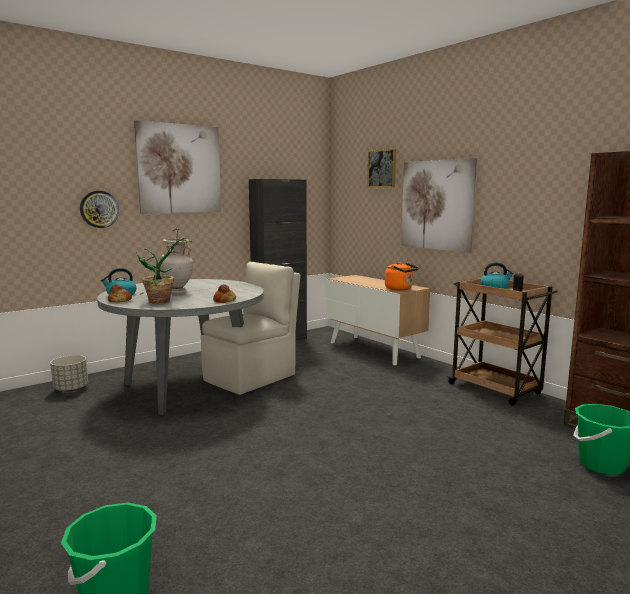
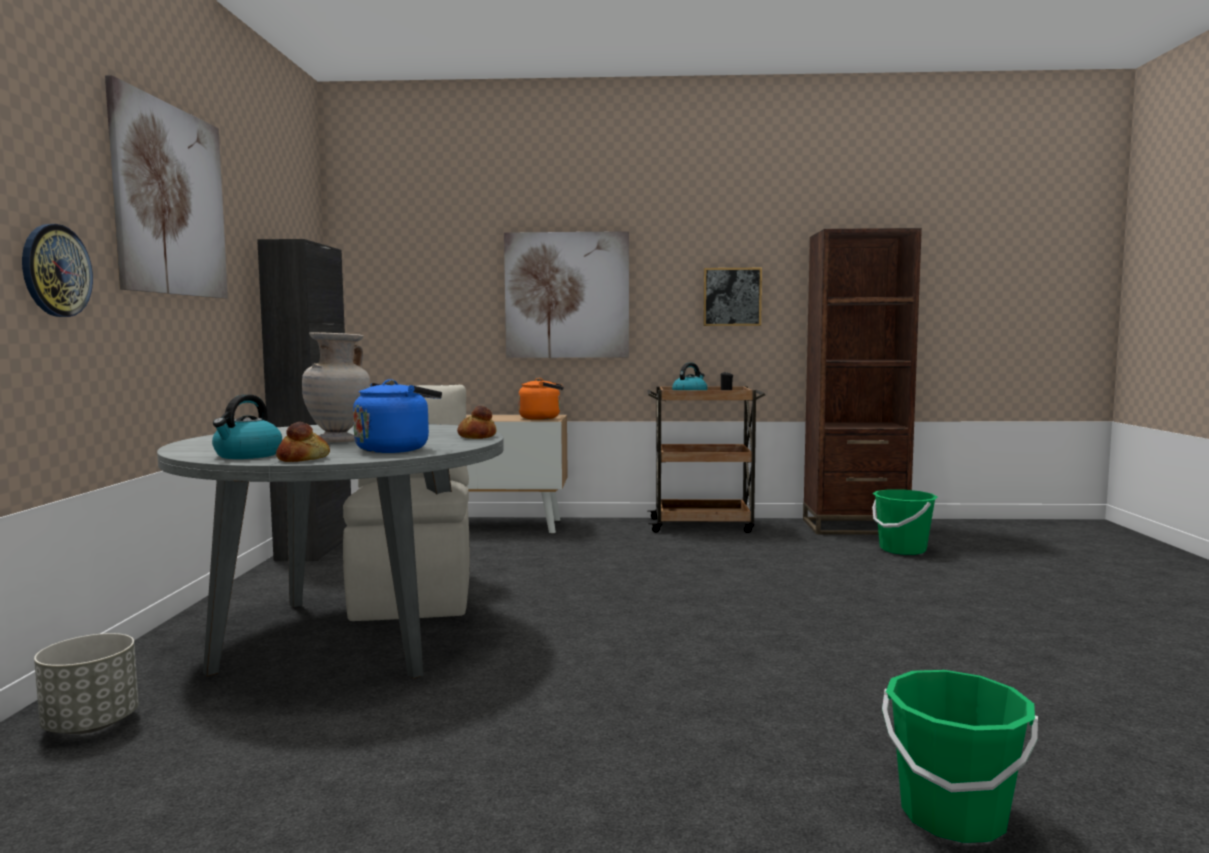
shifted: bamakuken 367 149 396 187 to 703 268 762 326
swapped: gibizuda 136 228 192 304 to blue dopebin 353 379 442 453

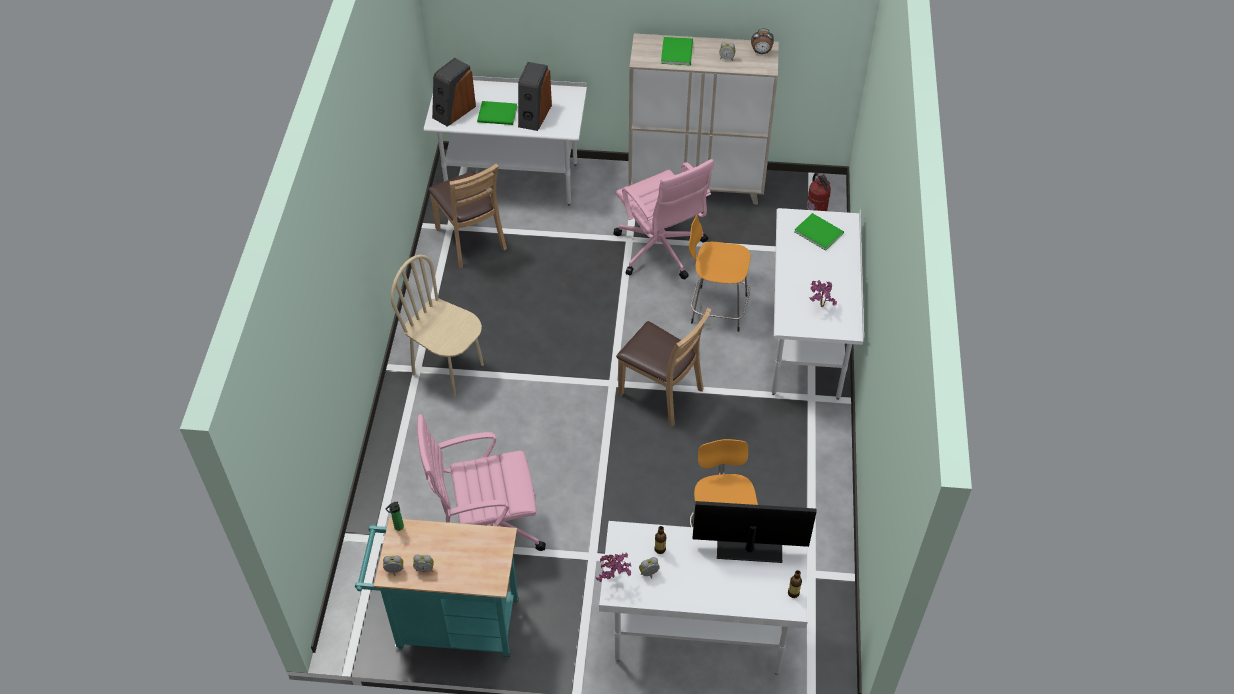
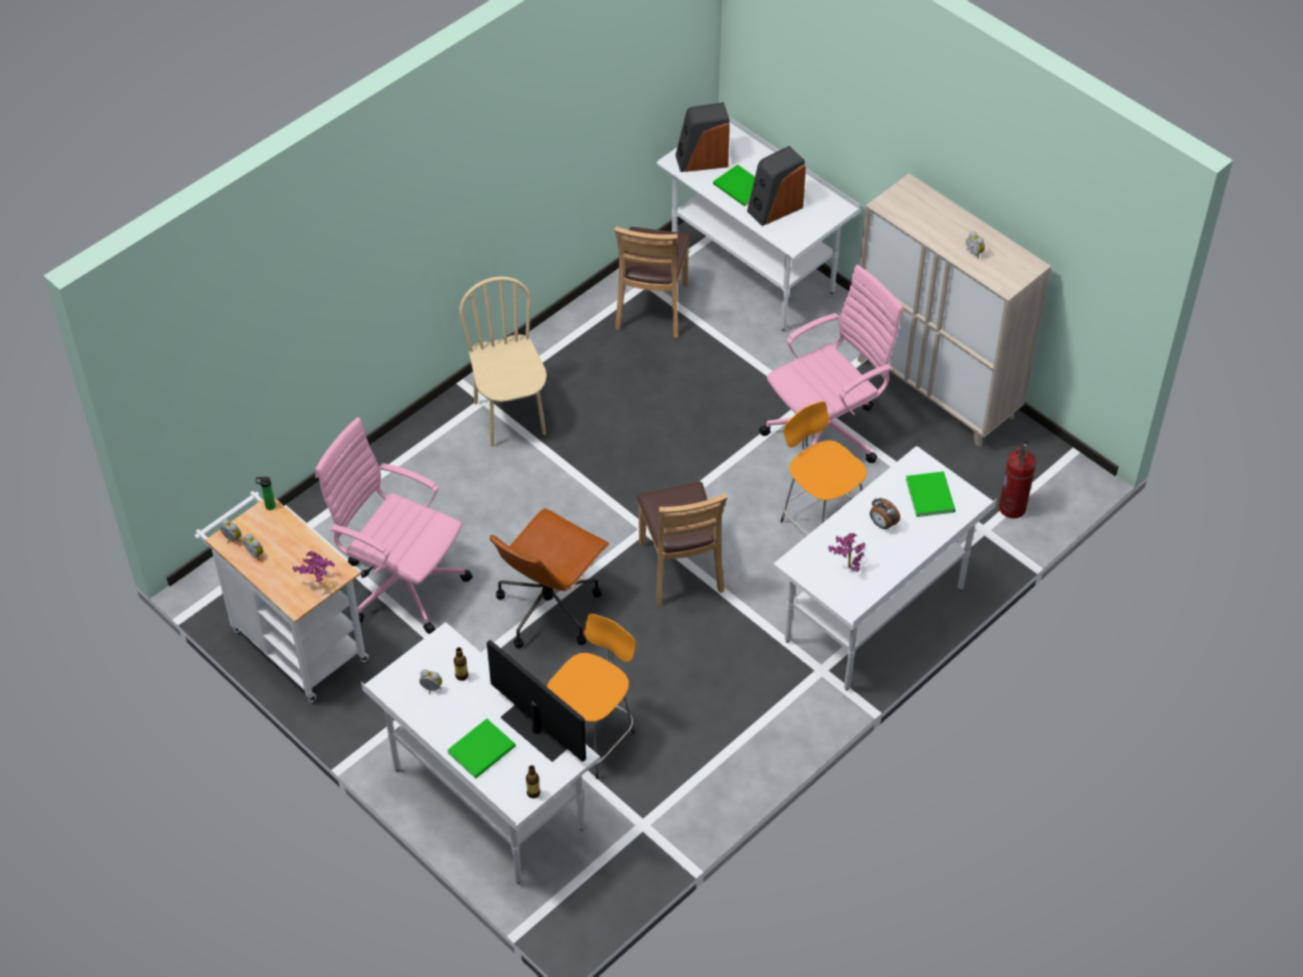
new: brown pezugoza 490 508 609 648
shifted: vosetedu 751 28 774 54 to 870 498 900 529; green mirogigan 661 37 693 65 to 447 719 516 779; gibizuda 596 553 631 582 to 293 551 335 582
repainted: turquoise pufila 355 518 519 659 to white pufila 195 491 369 702
rotated: pink pezugoza 614 159 714 279 = 759 265 903 463 135 degrees counterclockwise

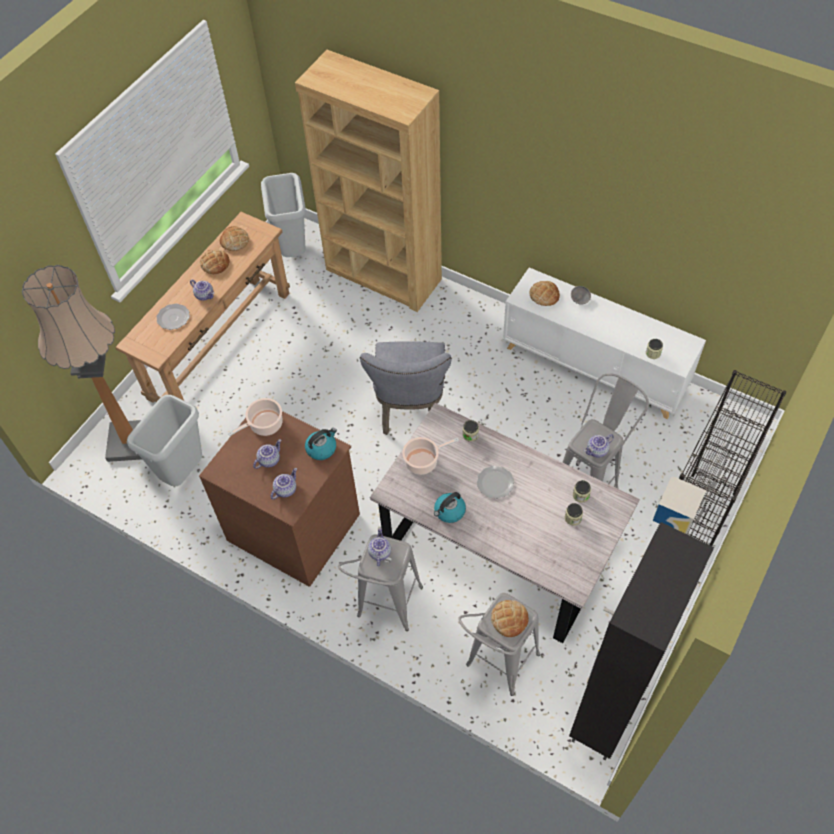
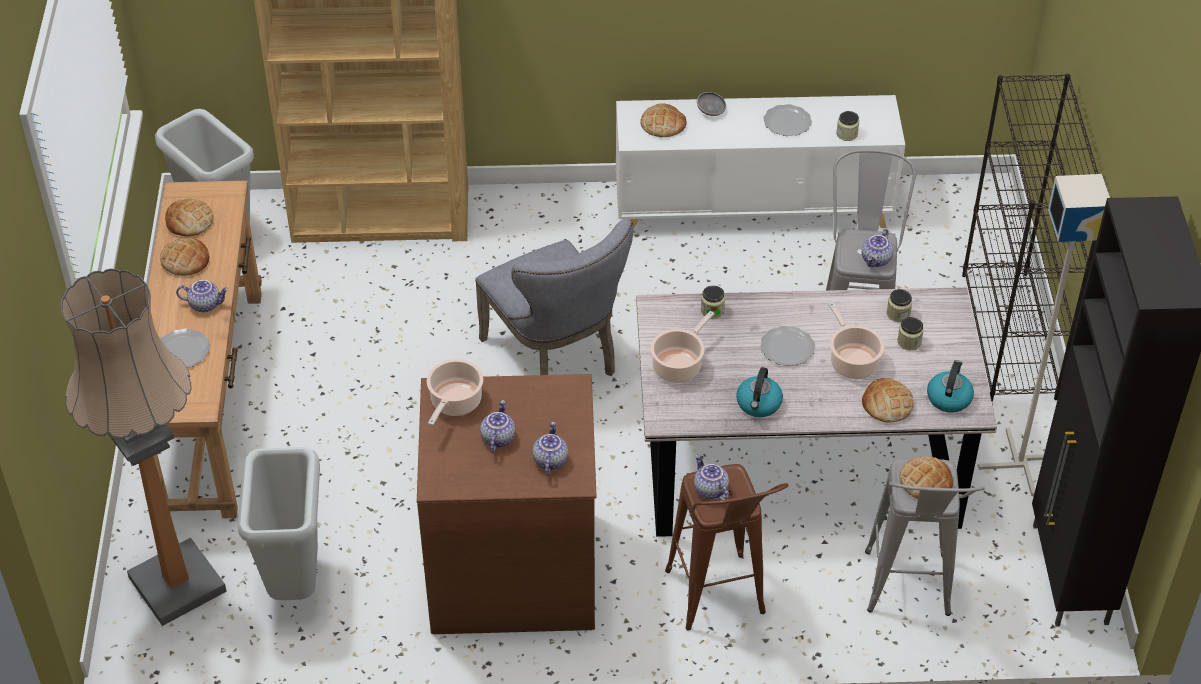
new: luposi 763 104 812 136; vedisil 828 302 884 379; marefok 862 378 914 423
shifted: dopebin 305 428 337 460 to 927 360 974 413
repainted: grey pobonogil 338 534 423 631 to brown pobonogil 665 464 789 631

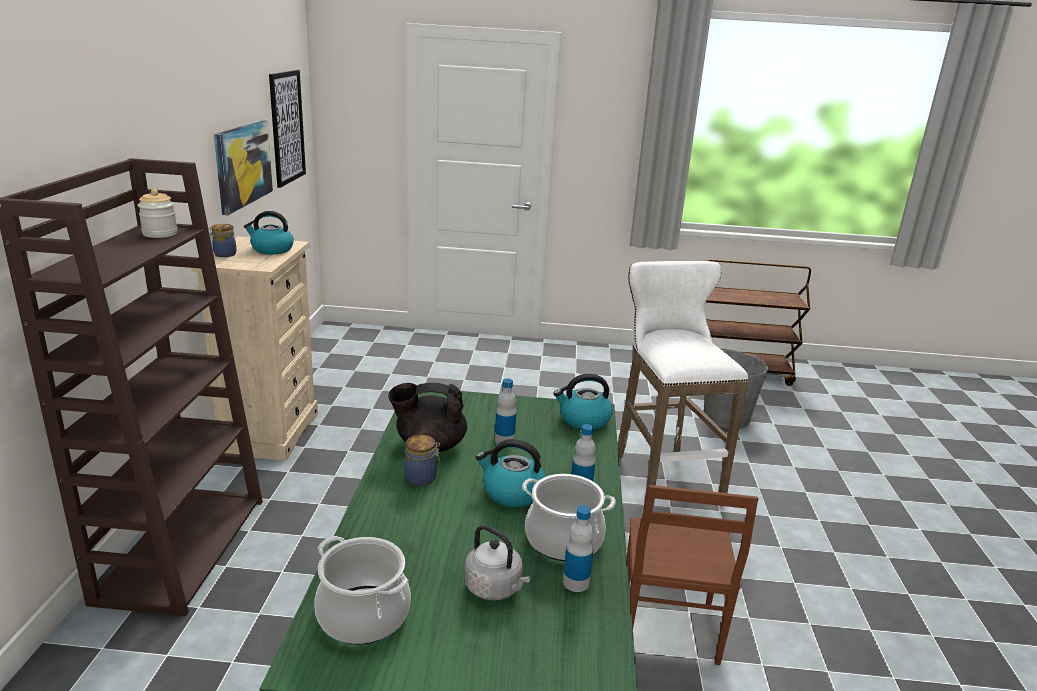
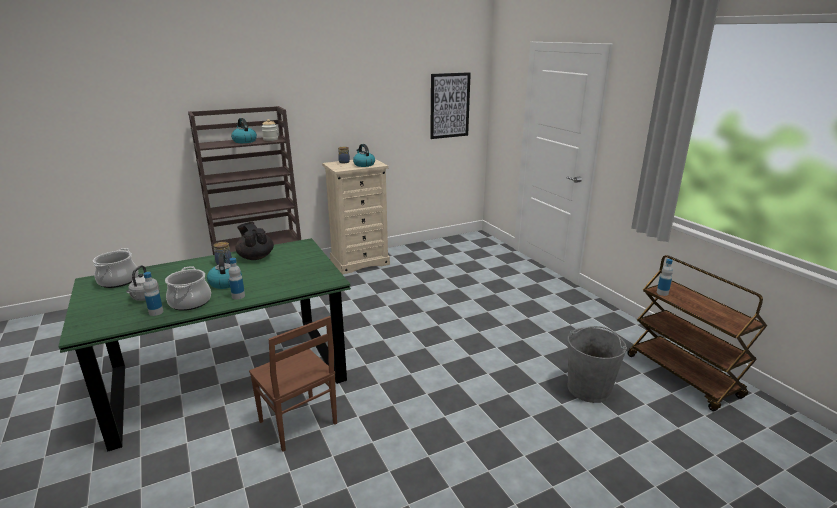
gone: bamakuken 214 120 273 215; white pobonogil 618 261 749 506
shifted: dopebin 553 374 613 429 to 231 118 257 143; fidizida 495 378 516 444 to 657 259 673 296
rotated: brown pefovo 627 485 758 665 = 249 316 337 452 105 degrees counterclockwise

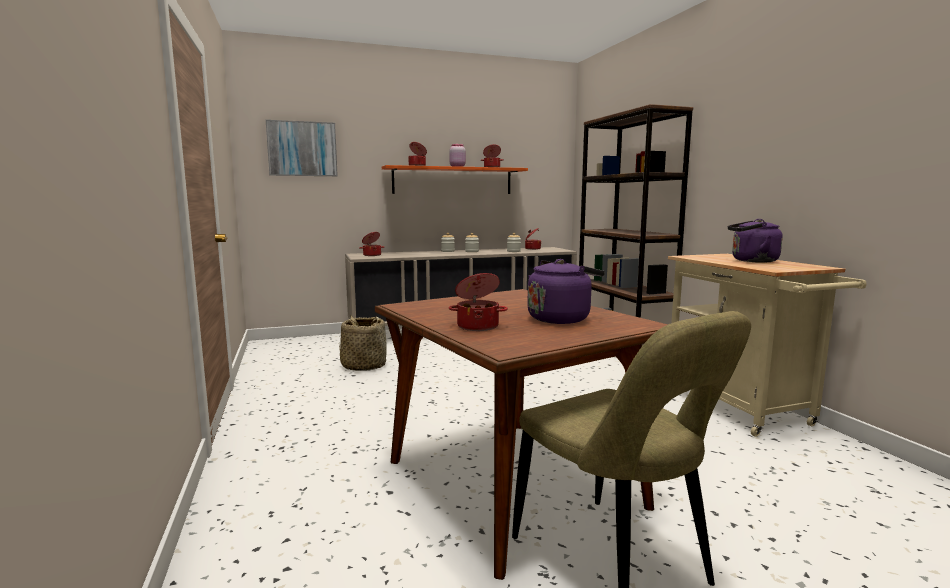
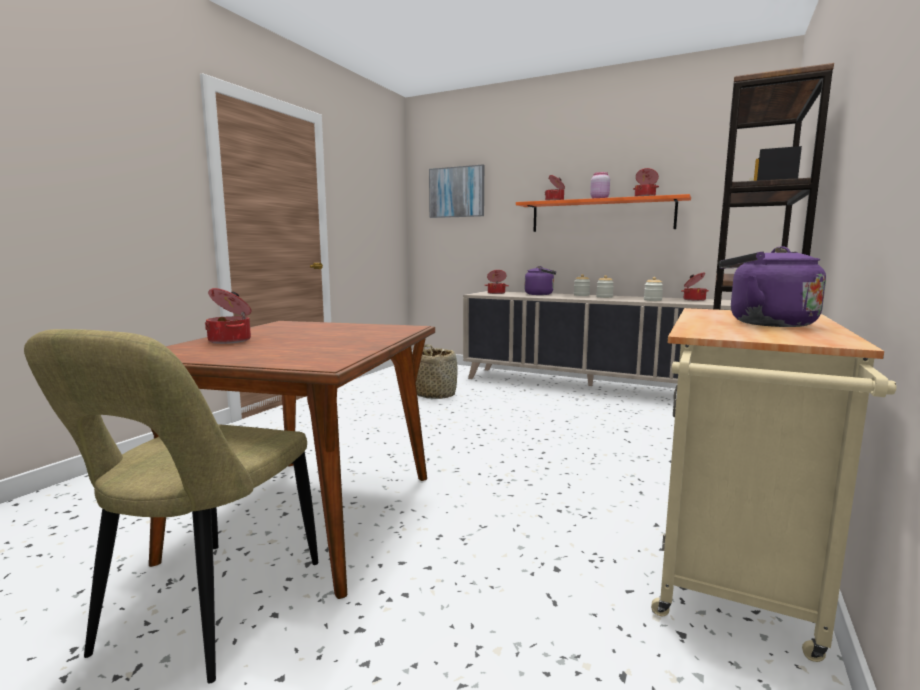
shifted: purple dopebin 527 259 605 324 to 525 266 556 295

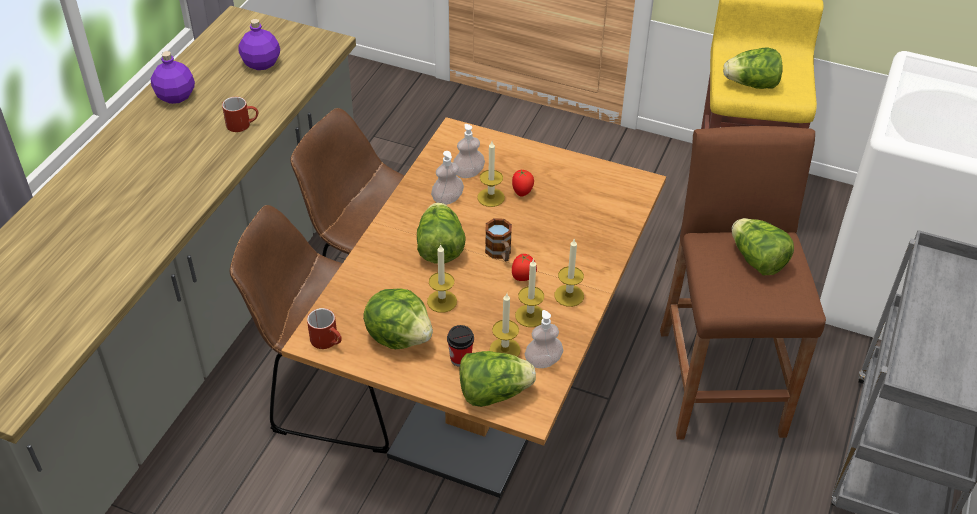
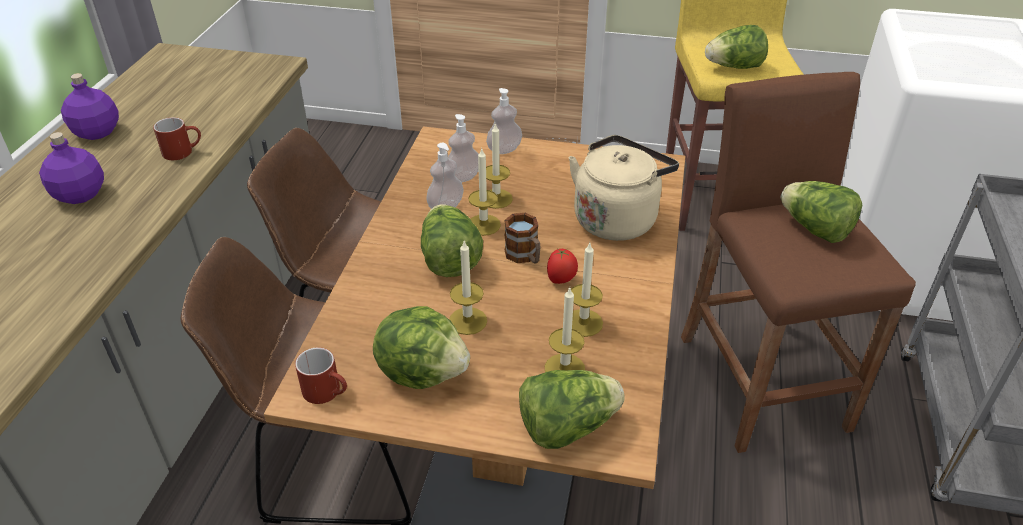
gone: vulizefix 512 170 534 197; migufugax 447 325 474 367
new: beige dopebin 569 135 679 241
shifted: purple fidizida 238 19 280 70 to 39 132 104 204; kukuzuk 555 238 584 307 to 468 149 501 236; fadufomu 525 310 564 368 to 486 88 522 154

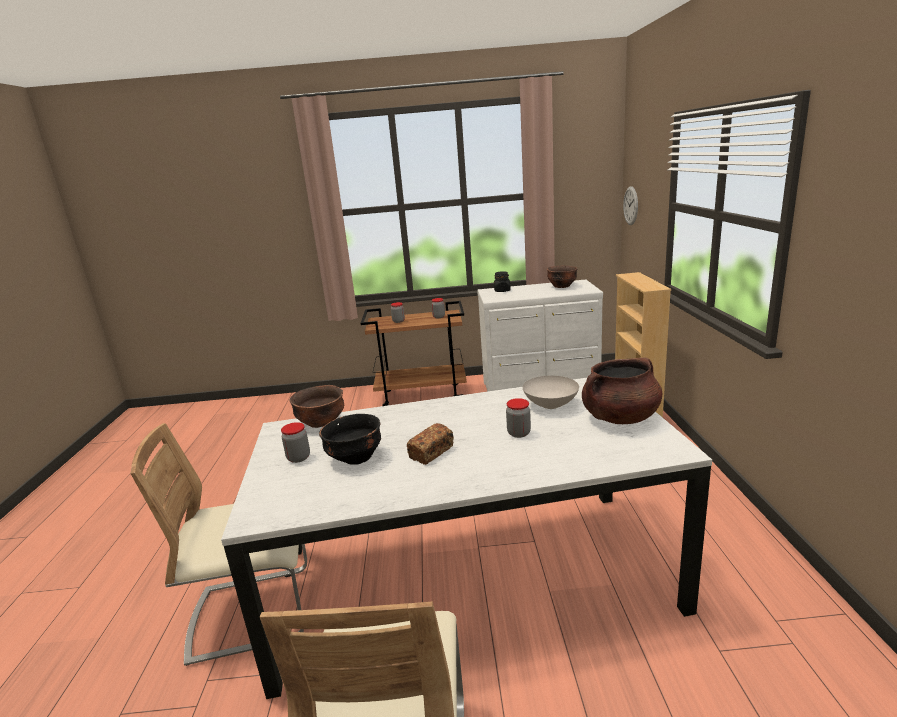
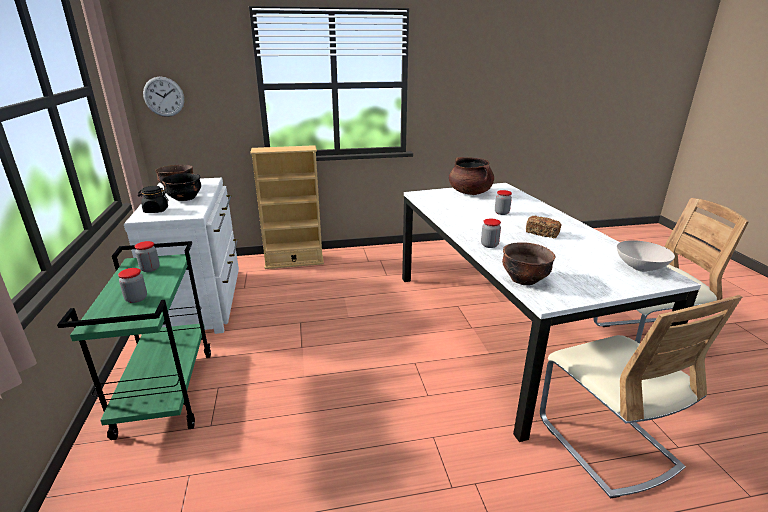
shifted: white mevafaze 522 376 579 409 to 617 240 675 272; black mevafaze 319 414 381 465 to 161 173 201 201; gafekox 281 422 310 463 to 481 219 501 248
repainted: brown pufila 361 301 467 406 to green pufila 57 241 211 440

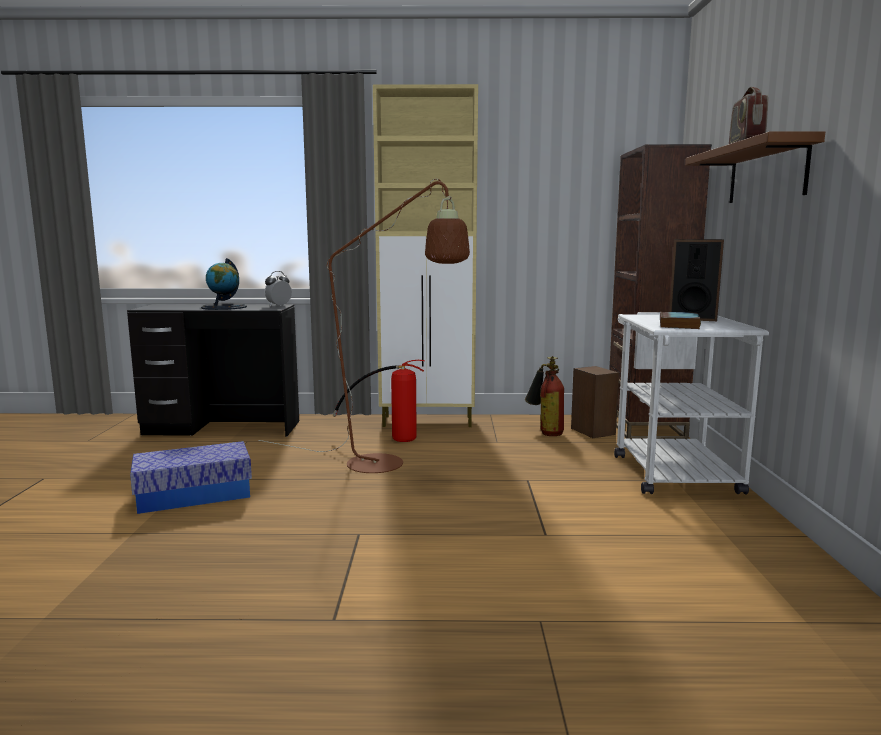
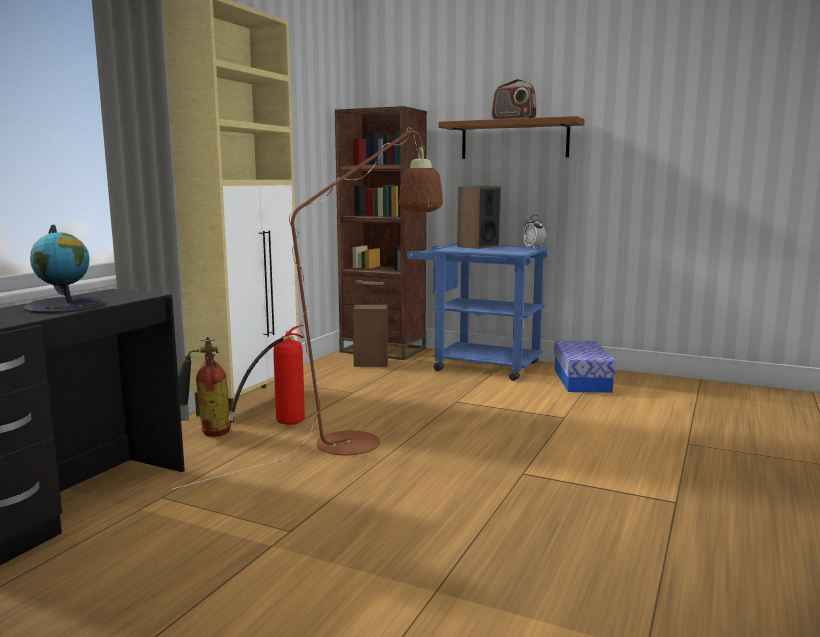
gone: mirogigan 660 312 701 329
shifted: vosetedu 264 271 292 306 to 523 215 545 248; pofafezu 525 356 564 436 to 178 337 231 437; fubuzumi 130 441 252 514 to 554 341 616 393
repainted: white pufila 614 312 769 494 to blue pufila 407 244 548 381

